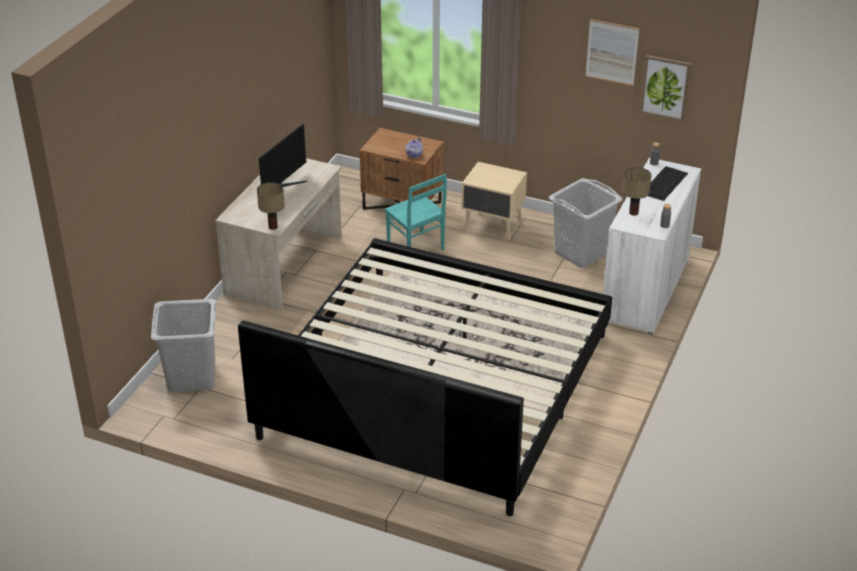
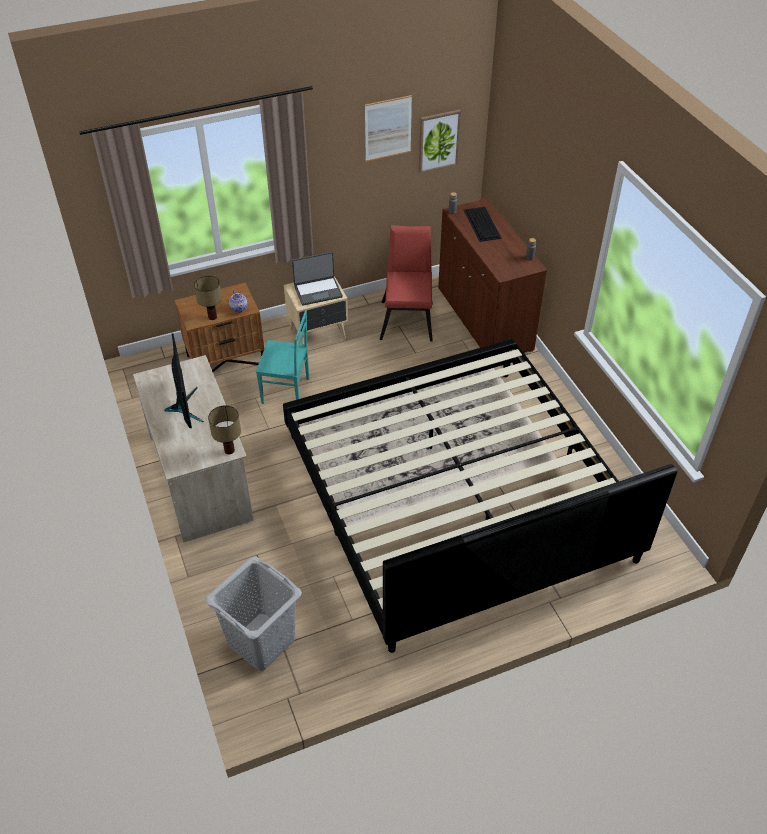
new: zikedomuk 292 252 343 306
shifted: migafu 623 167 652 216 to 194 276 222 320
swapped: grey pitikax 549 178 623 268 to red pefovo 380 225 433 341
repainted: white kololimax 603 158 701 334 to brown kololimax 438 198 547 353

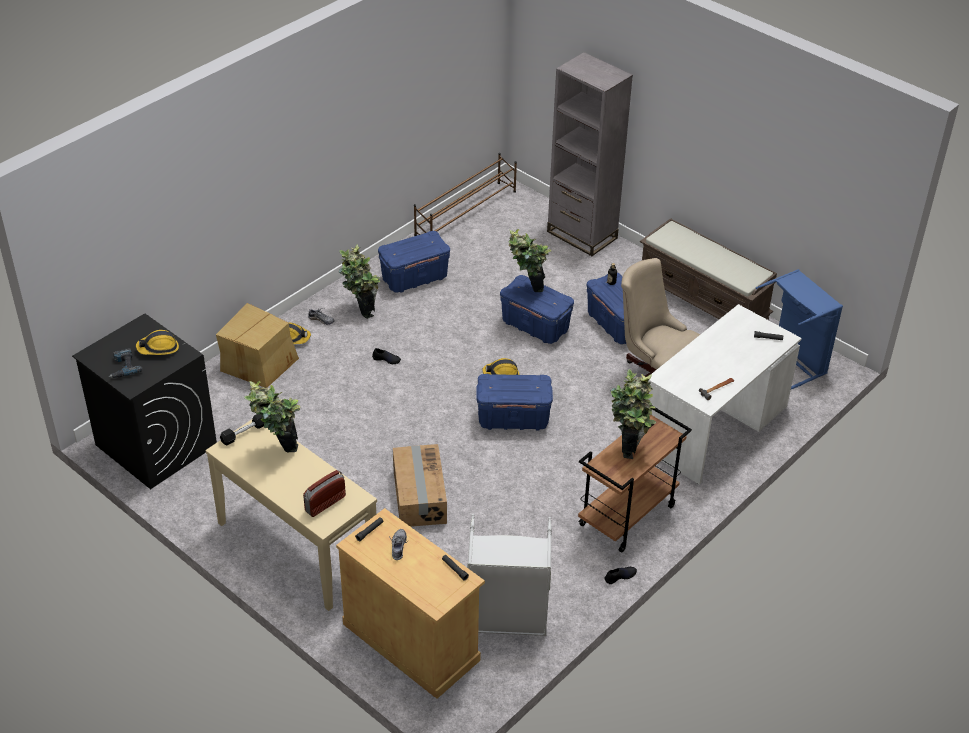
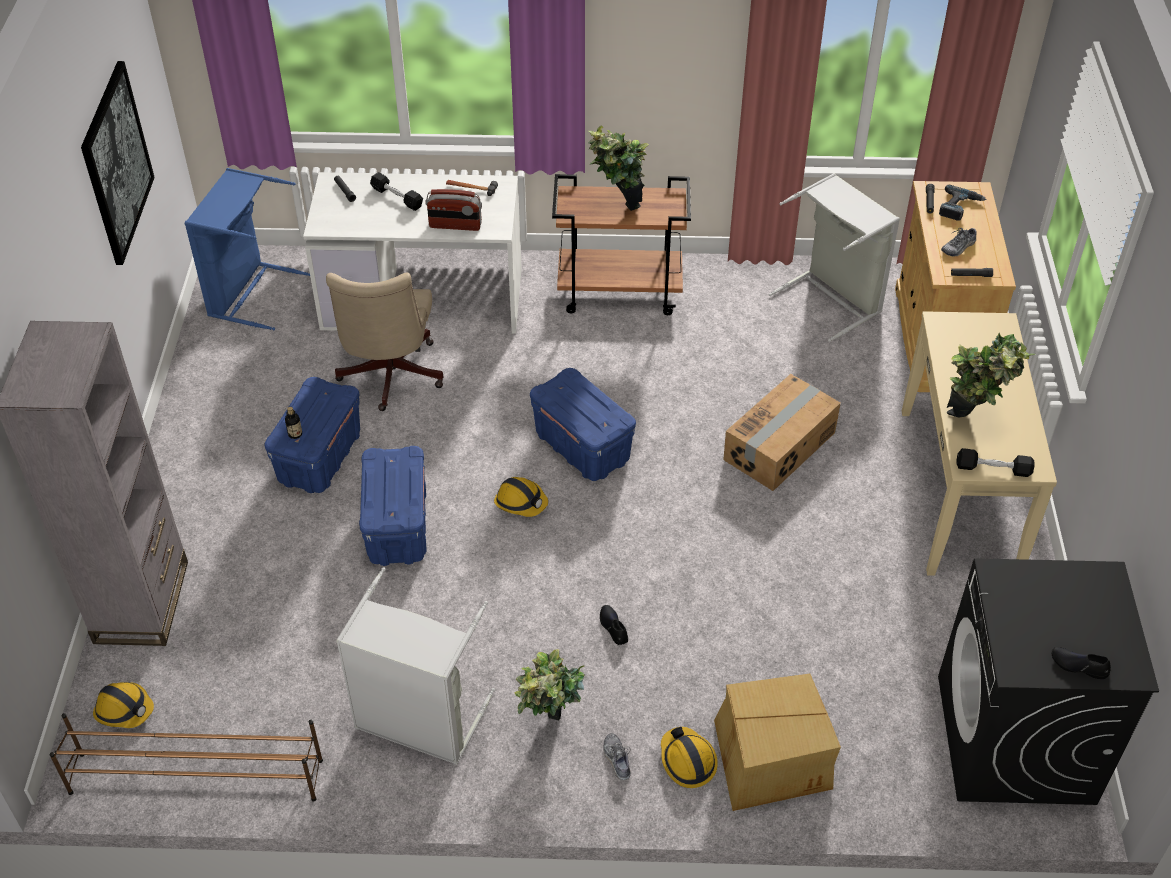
gone: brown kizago 640 218 777 320; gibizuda 508 229 551 292
new: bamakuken 81 61 155 265; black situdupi 370 172 423 211
shifted: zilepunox 136 330 179 355 to 93 682 154 728; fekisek 109 348 143 378 to 939 185 986 221; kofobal 303 470 346 517 to 425 189 482 231; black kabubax 604 567 637 584 to 1051 647 1111 679
swapped: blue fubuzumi 378 231 450 293 to grey pitikax 336 567 495 765

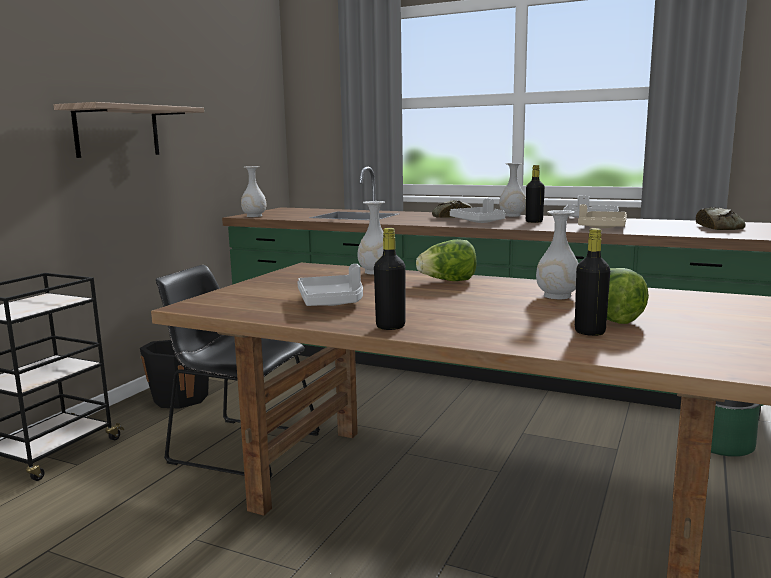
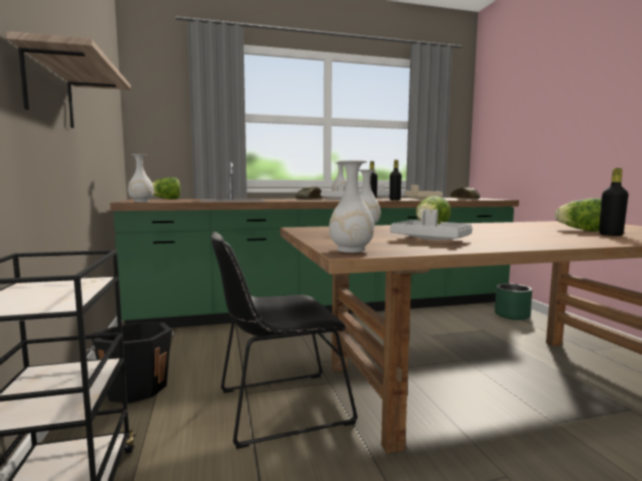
new: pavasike 152 177 181 199
shifted: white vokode 536 210 579 299 to 329 160 374 253; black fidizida 374 228 406 330 to 390 160 402 200

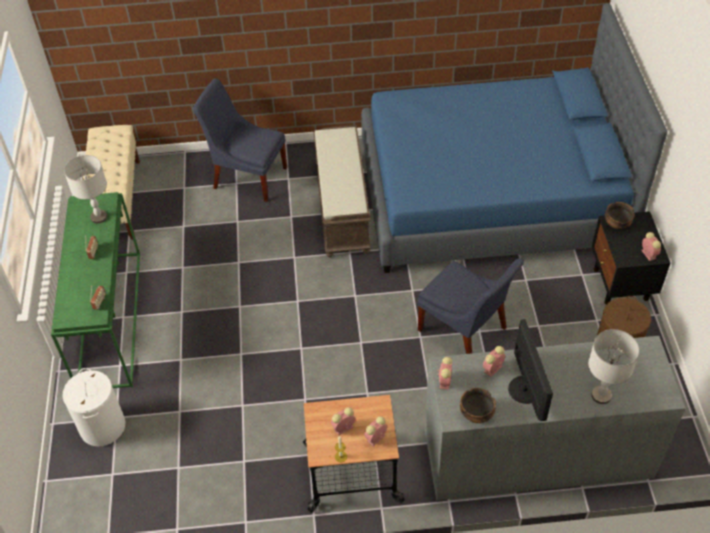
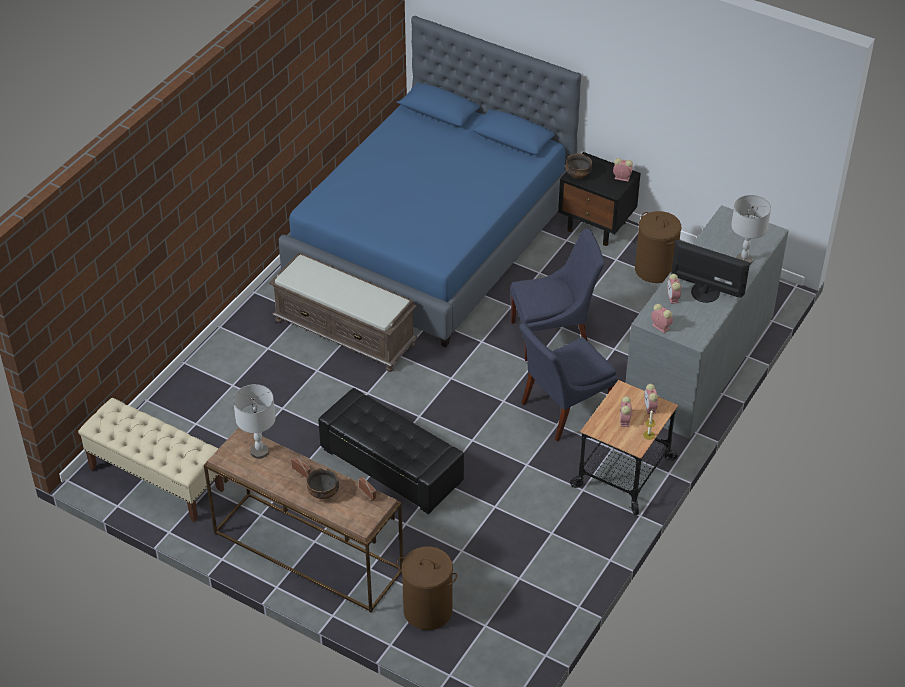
new: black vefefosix 318 388 464 514
shifted: blue pefovo 193 78 287 202 to 519 323 617 441; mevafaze 460 388 496 423 to 306 468 339 499
repainted: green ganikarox 51 192 140 388 to brown ganikarox 204 427 403 612; white pitikax 63 368 125 446 to brown pitikax 397 546 457 630

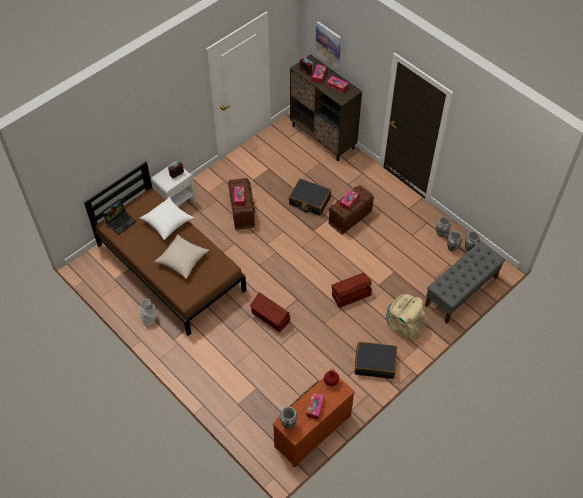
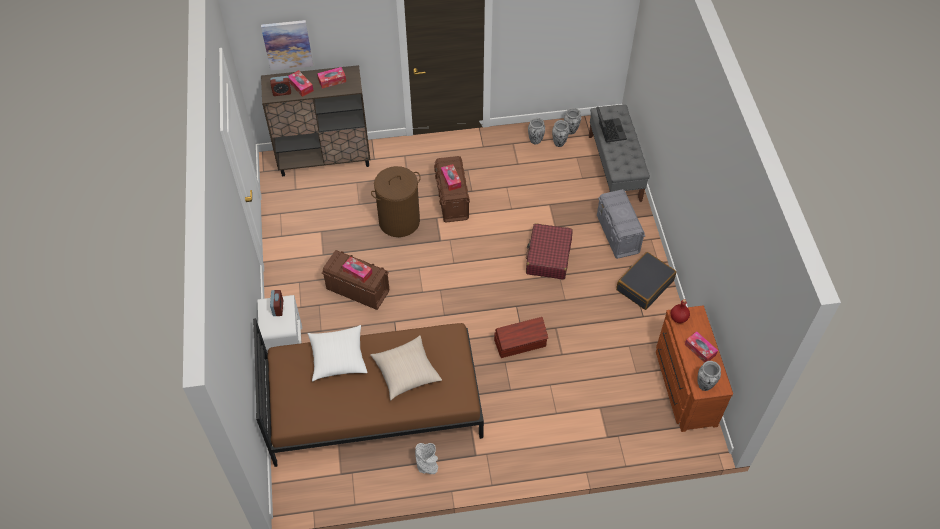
shifted: zikedomuk 101 198 136 235 to 596 107 627 143
swapped: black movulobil 289 178 331 216 to brown pitikax 371 166 421 237; brown fubuzumi 332 272 372 308 to red movulobil 526 223 573 280; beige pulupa 386 294 429 339 to grey fubuzumi 597 189 645 259

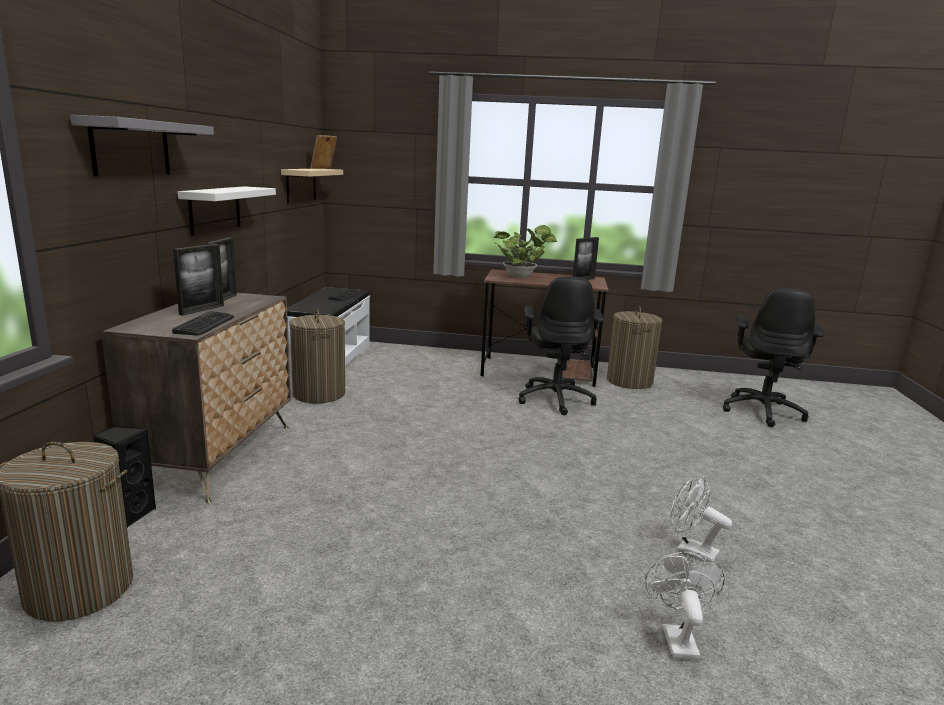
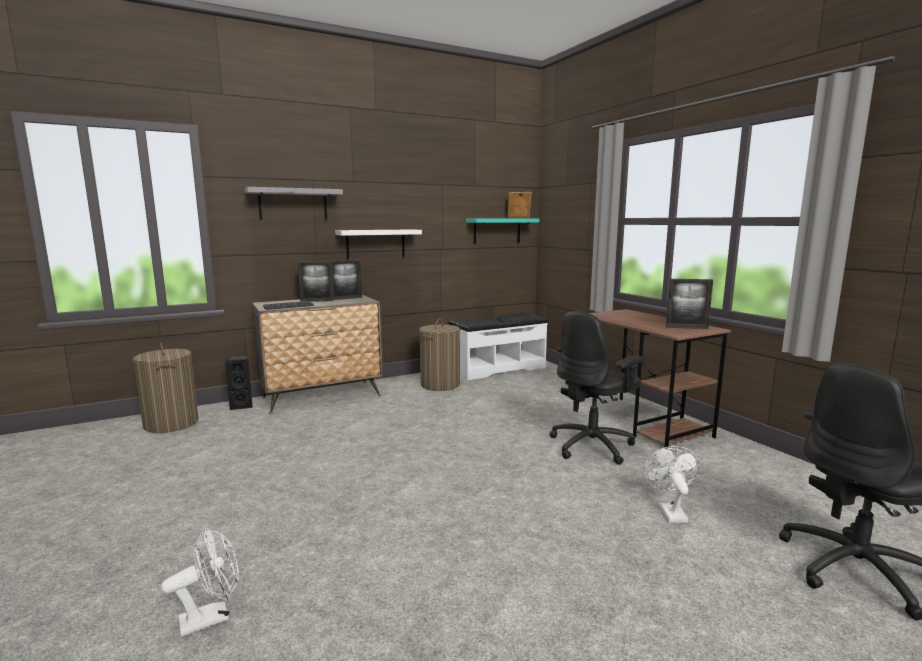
gone: gibizuda 494 225 557 279; pitikax 607 306 663 389
shifted: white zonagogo 671 476 732 563 to 644 446 700 523
repainted: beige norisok 281 169 343 204 to turquoise norisok 466 218 539 244

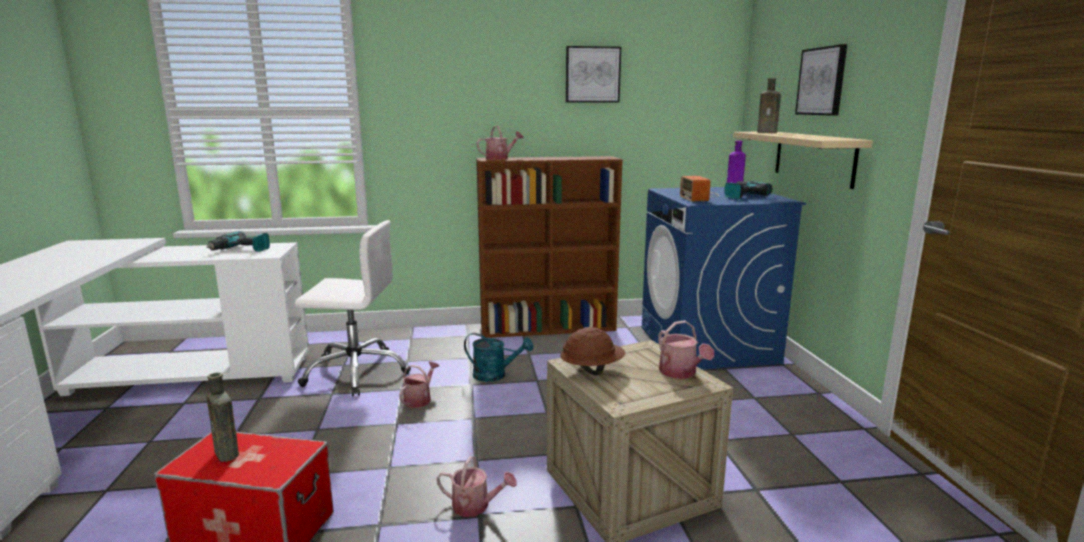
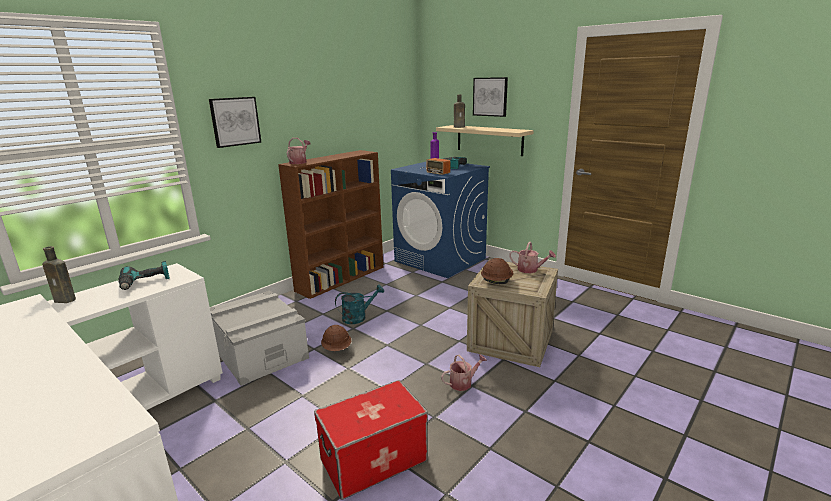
shifted: bamakuken 566 46 621 102 to 209 97 262 148; brown fidizida 207 372 239 462 to 42 246 76 303
swapped: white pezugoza 295 220 411 396 to grey fubuzumi 210 291 309 386; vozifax 399 361 439 408 to brown zilepunox 321 325 351 351

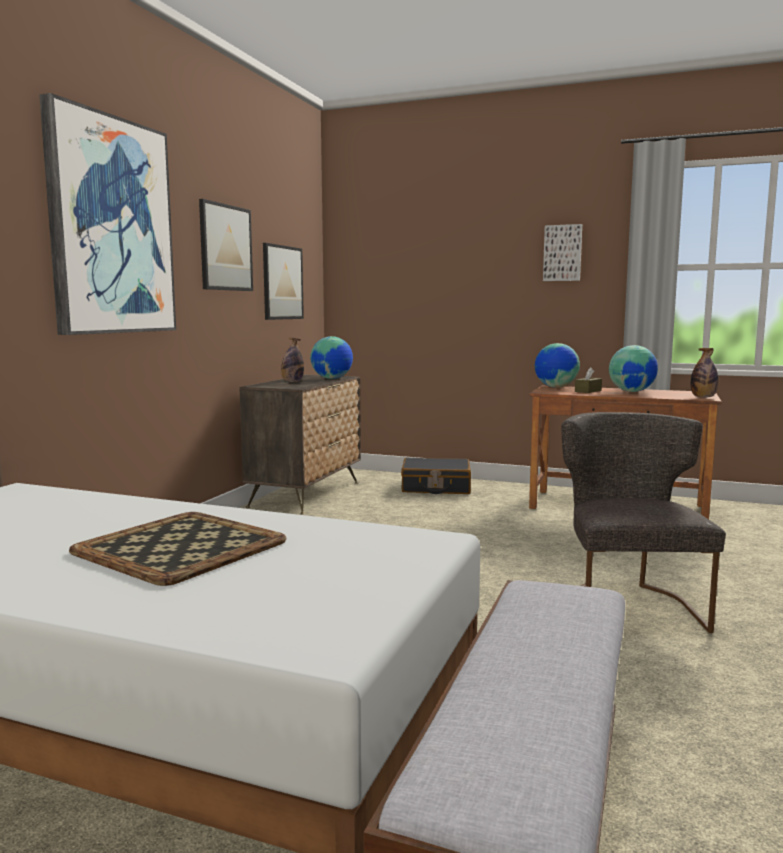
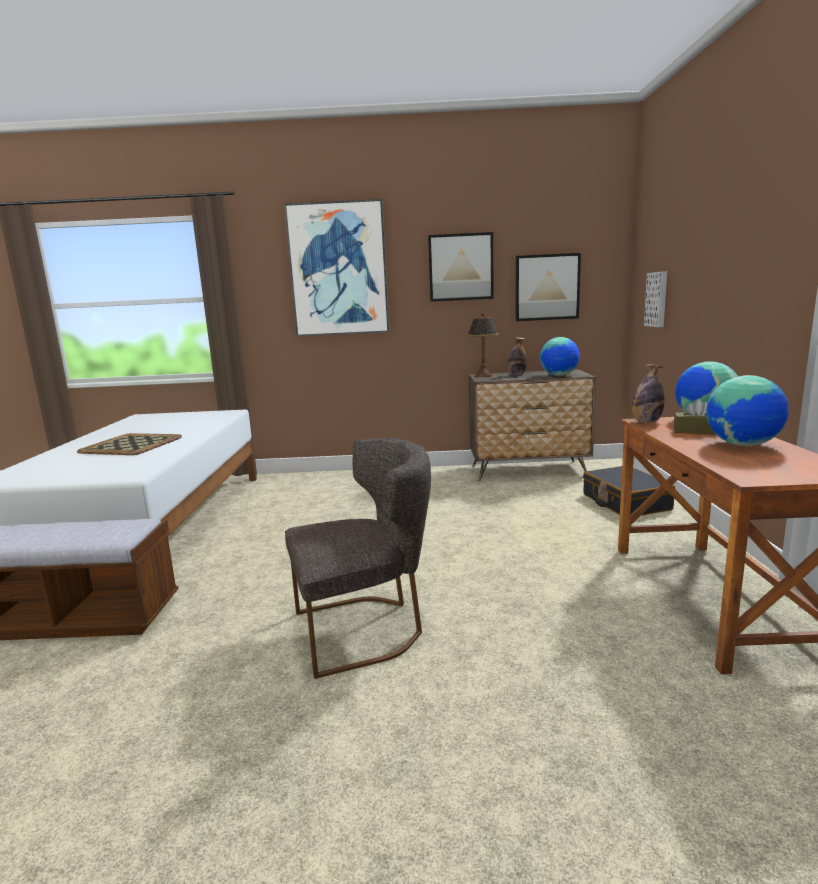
new: migafu 467 313 499 377
shifted: bamakuken 543 224 582 281 to 644 271 667 327; fidizida 690 348 718 397 to 632 364 665 423

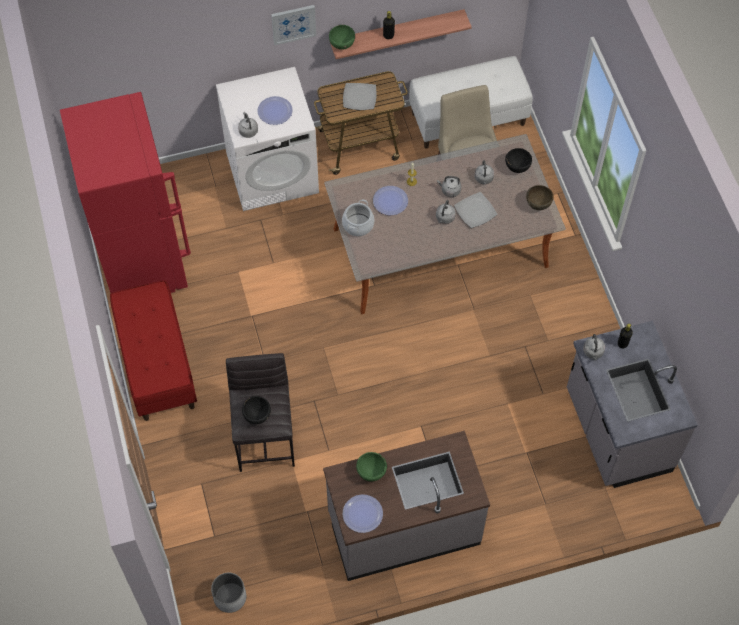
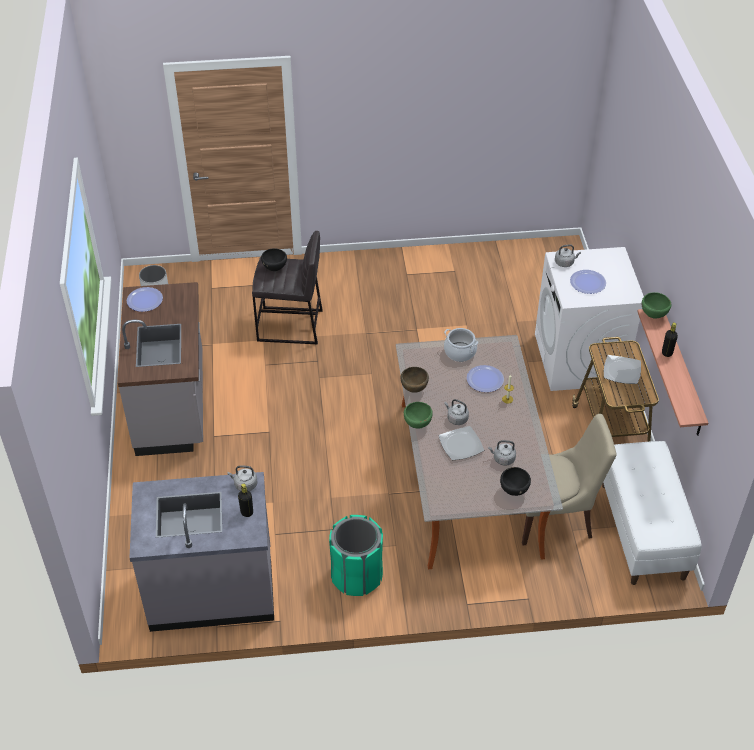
gone: bamakuken 271 5 316 45; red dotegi 60 92 191 293; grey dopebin 437 176 461 197; red kizago 110 280 197 421
new: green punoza 329 515 383 596
shifted: brown mevafaze 526 185 554 210 to 401 367 429 393; green mevafaze 356 452 387 481 to 404 402 433 429

